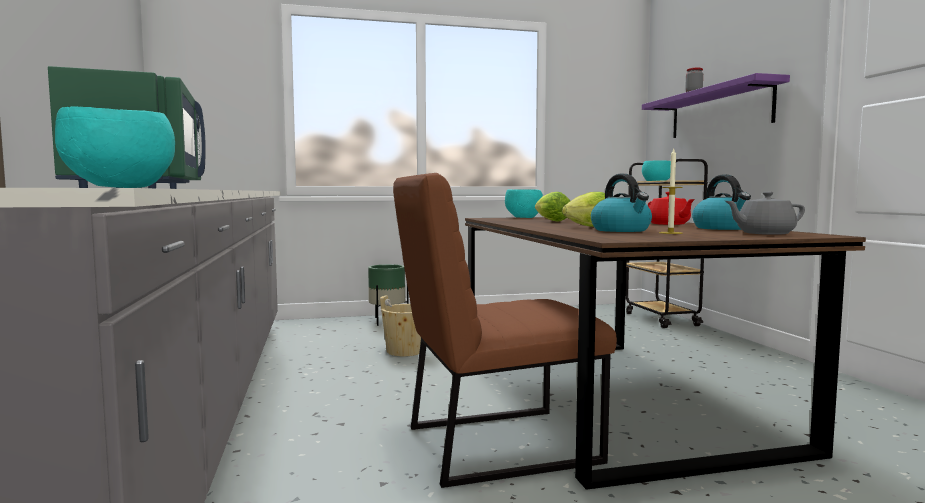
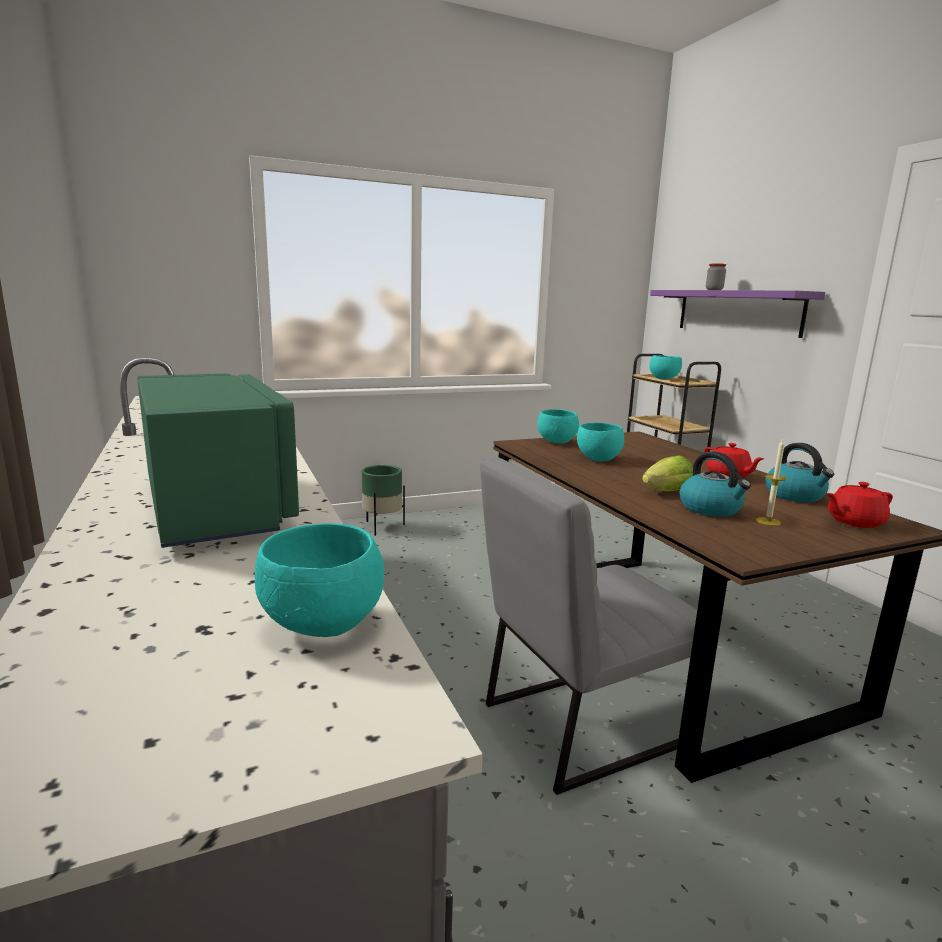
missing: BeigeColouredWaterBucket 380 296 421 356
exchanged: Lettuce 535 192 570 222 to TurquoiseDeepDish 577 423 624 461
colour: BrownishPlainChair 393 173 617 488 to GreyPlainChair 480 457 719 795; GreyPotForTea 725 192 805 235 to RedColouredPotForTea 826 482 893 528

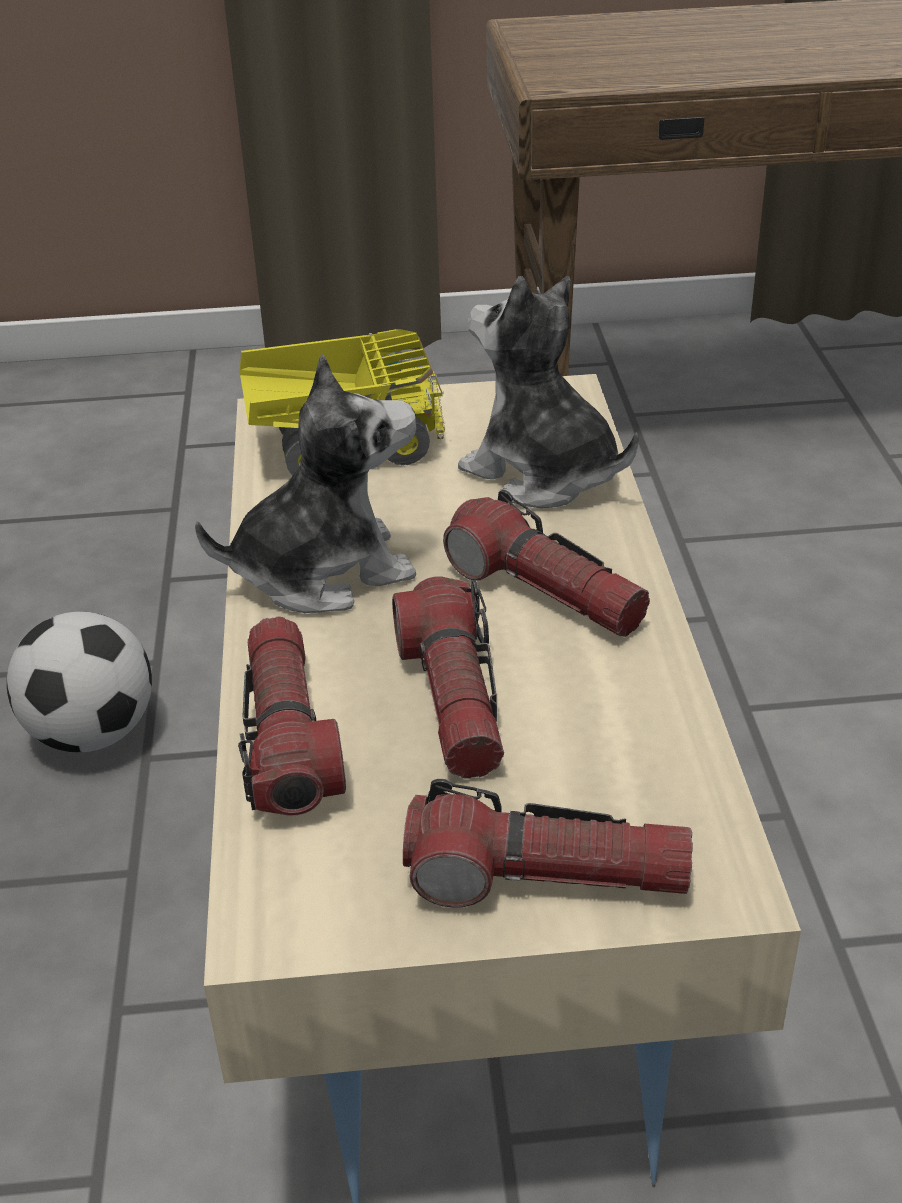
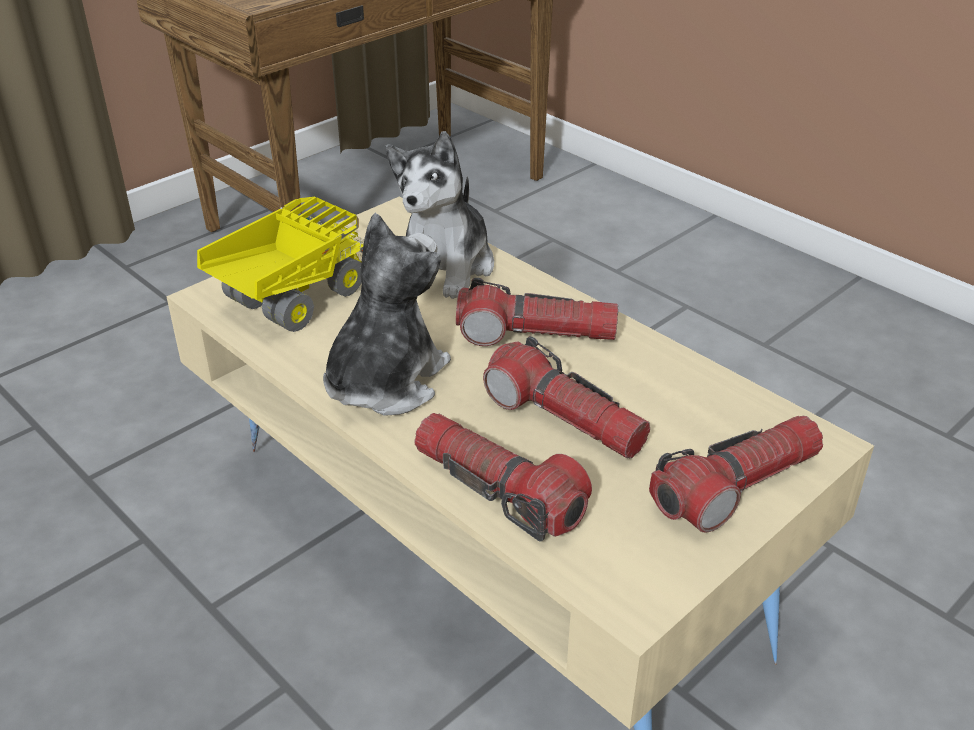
missing: FootballBall 7 612 152 752
spun: CuddlyToy 458 276 639 508 = 386 131 494 299 75 degrees counterclockwise

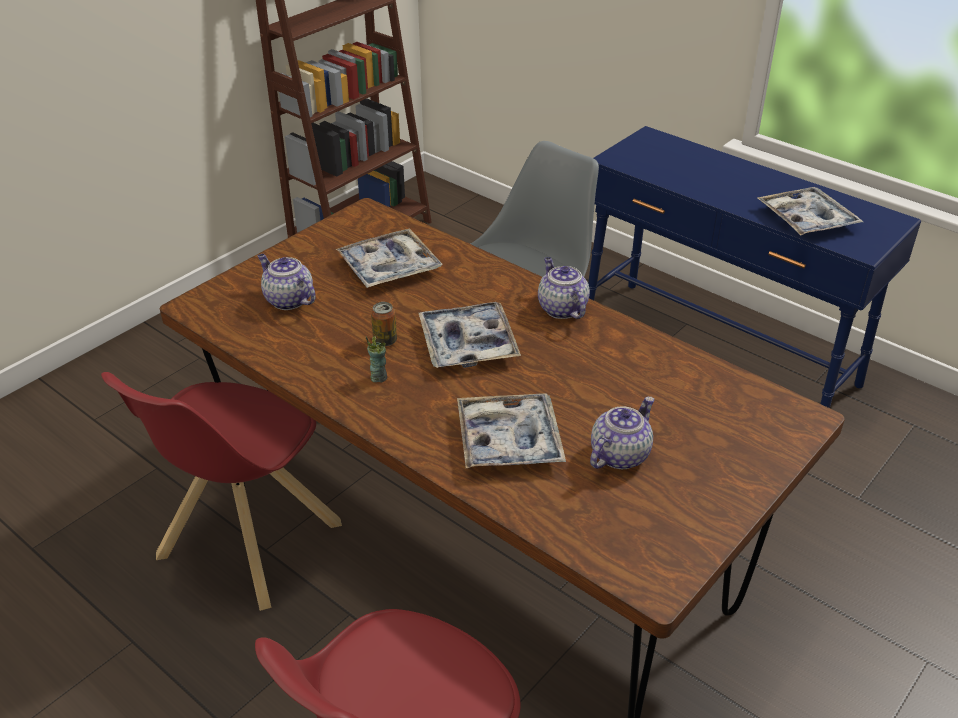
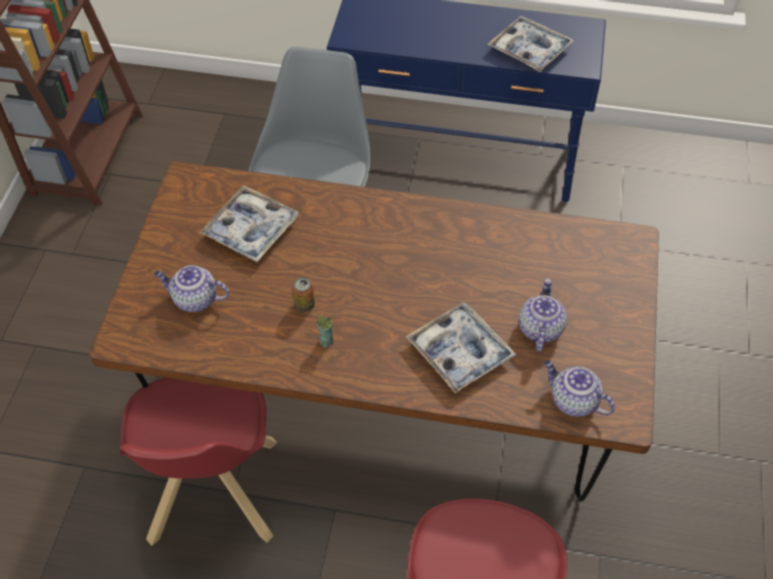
missing: Tray 419 302 521 368
relocated: PotForTea 538 257 590 319 to 544 360 615 417

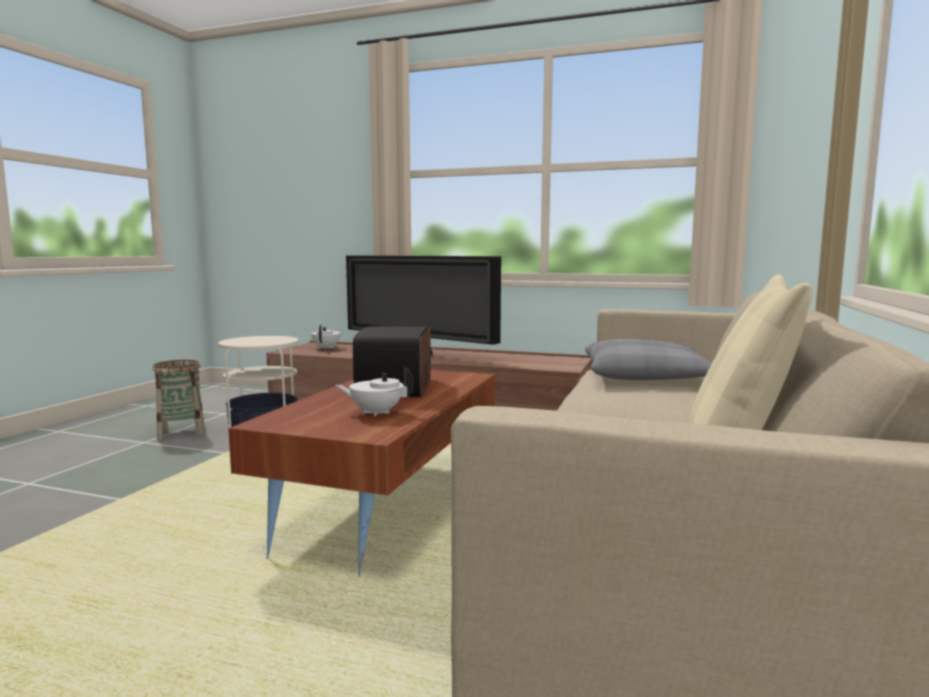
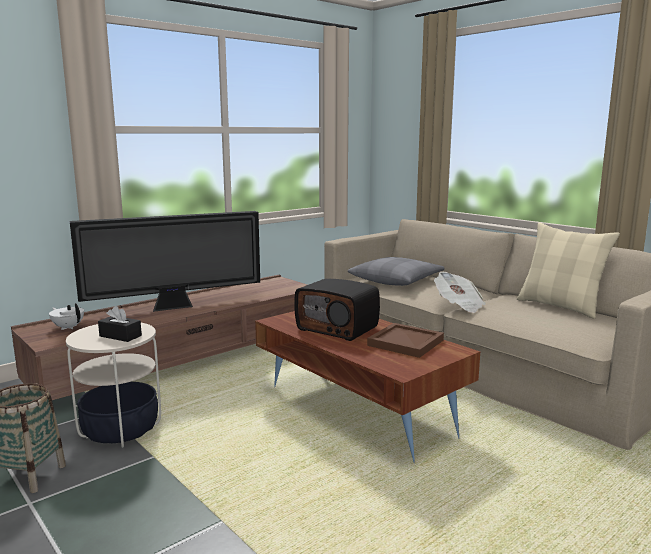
appeared: BlackBoxOfTissues 98 306 142 342; DailyPaper 434 272 486 313
exchanged: WhiteColouredPotForTea 336 367 414 416 to BrownishTray 367 323 444 358

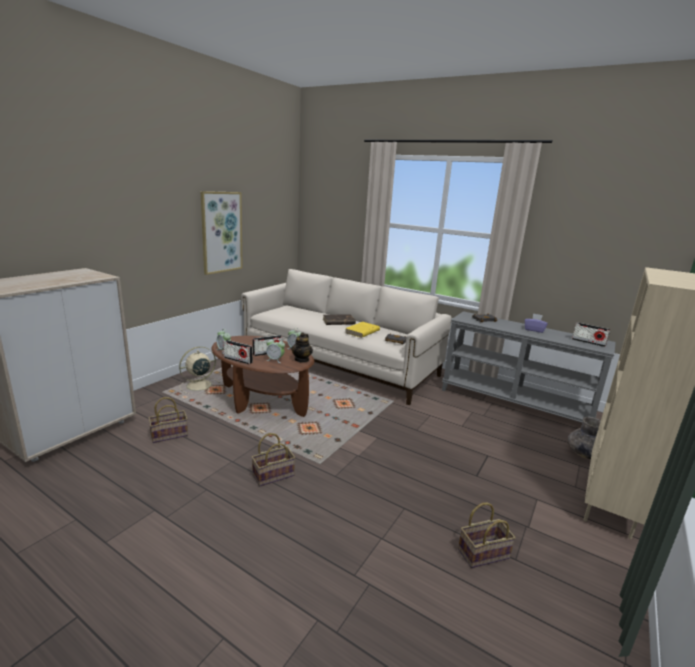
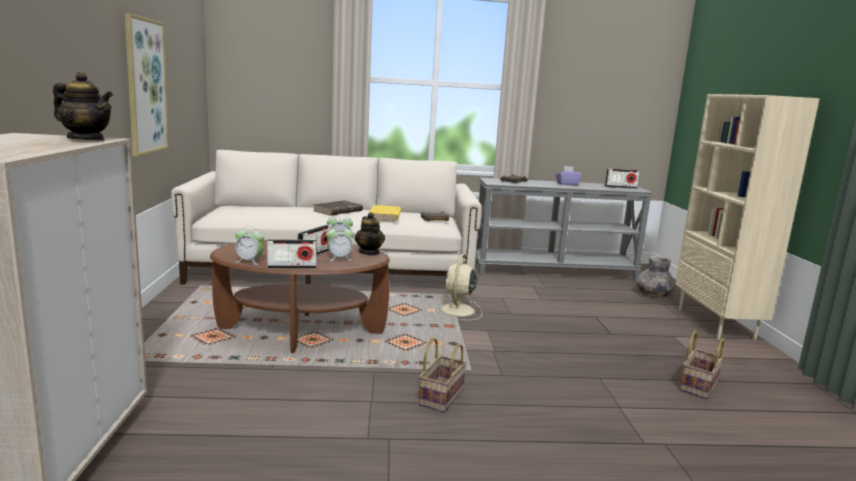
missing: StorageBasket 148 397 188 443
appeared: PotForTea 53 72 113 140
relocated: BeigeColouredElectricFan 179 347 220 394 to 433 254 482 320

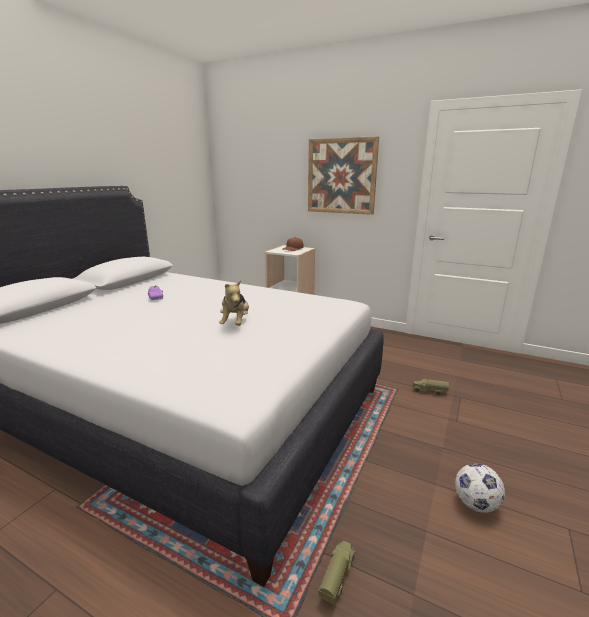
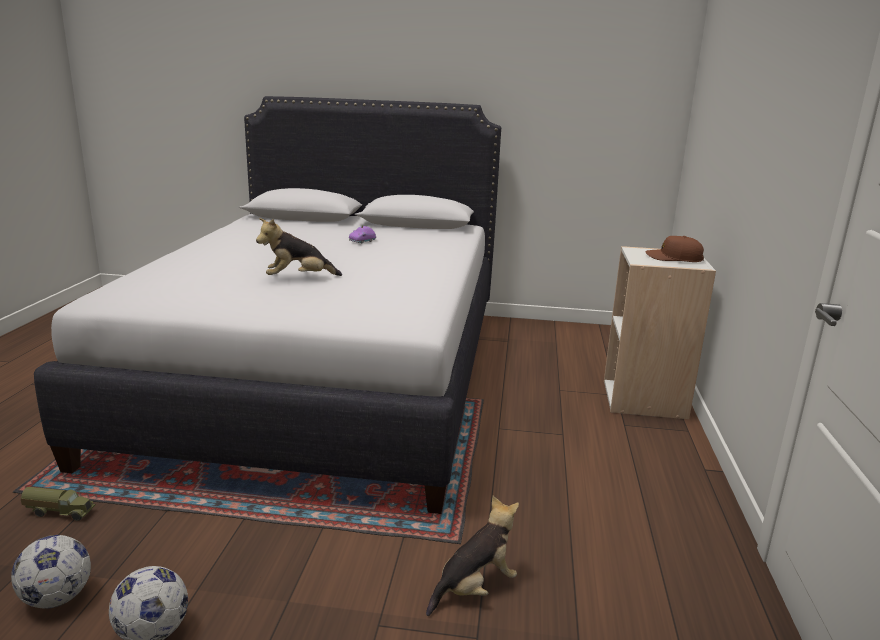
missing: WallPicture 308 137 379 215
appeared: FootballBall 11 535 91 609
exchanged: ToyTruck 413 379 449 395 to CuddlyToy 426 496 519 616

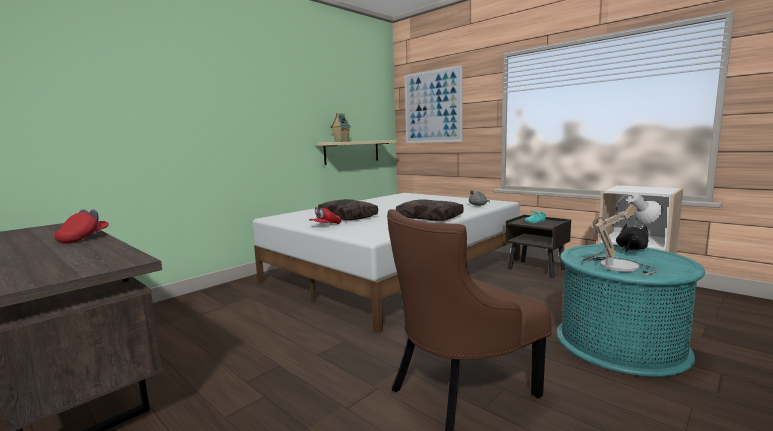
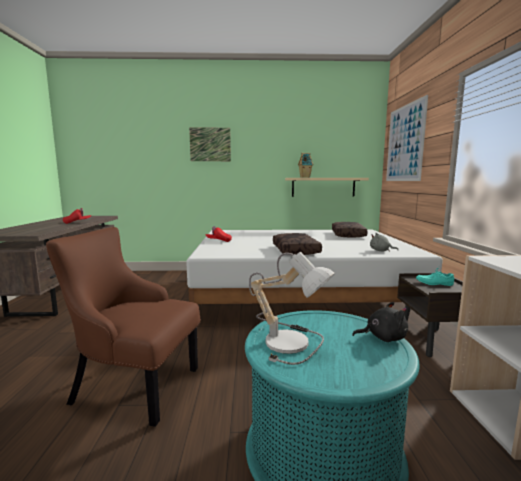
appeared: WallPicture 189 128 231 161
relocated: BrownishPillow 318 199 378 220 to 332 222 367 237

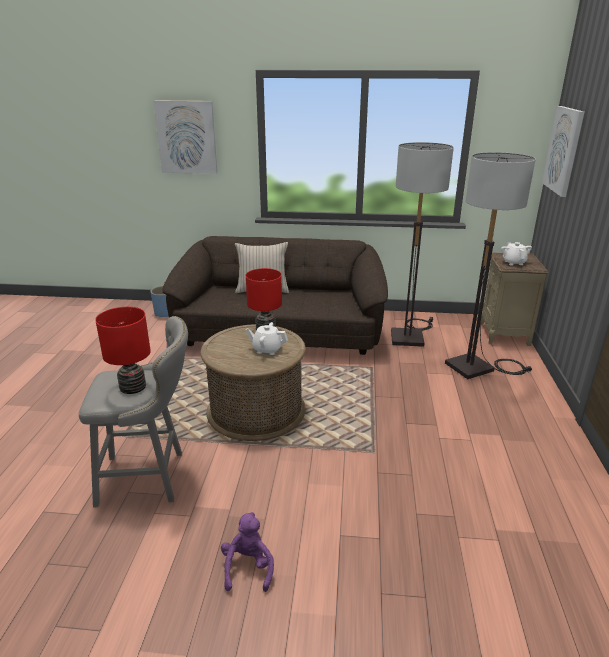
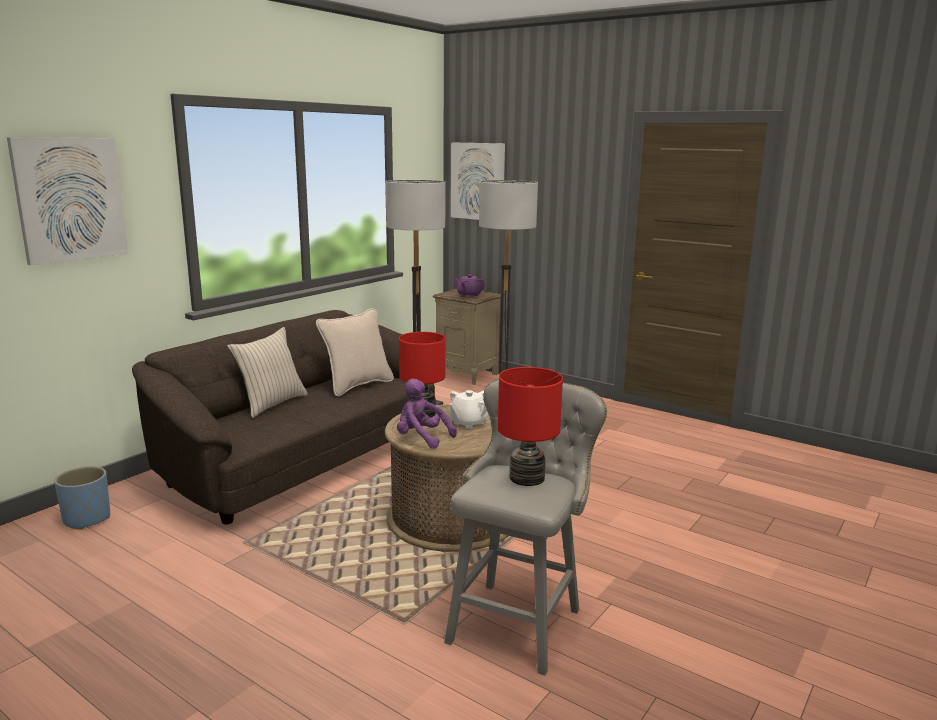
appeared: BeigeColouredPillow 316 308 394 397
relocated: PurpleCuddlyToy 221 512 274 592 to 397 379 457 449
colour: WhiteColouredPotForTea 501 242 532 266 to PurplePotForTea 453 274 485 298

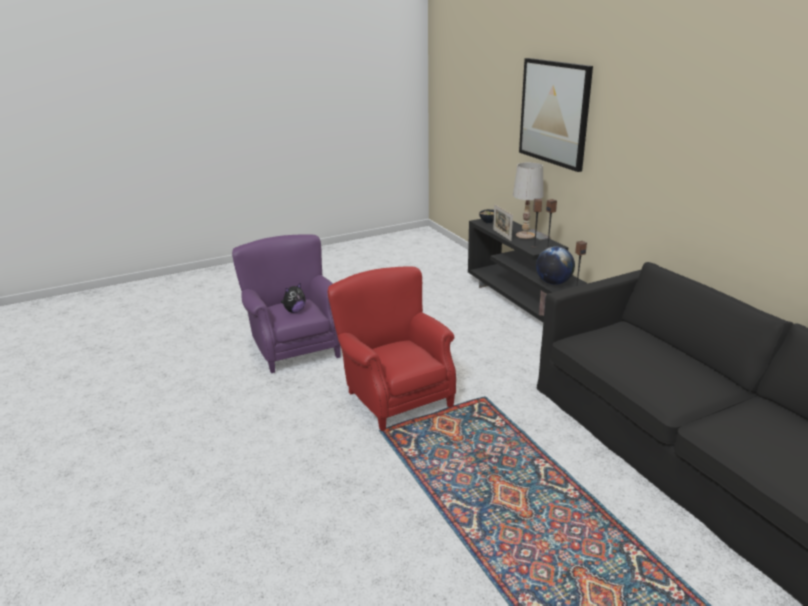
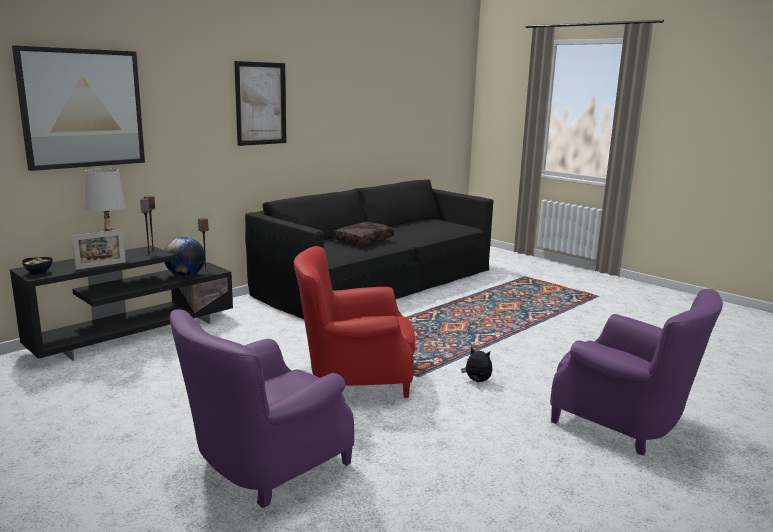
appeared: WallPicture 234 61 287 146; BrownishPillow 333 222 394 245; PurpleArmchair 550 289 723 456
relocated: CuddlyToy 281 283 306 313 to 461 347 492 382
spun: RedColouredArmchair 327 266 456 431 = 294 246 415 398 45 degrees clockwise

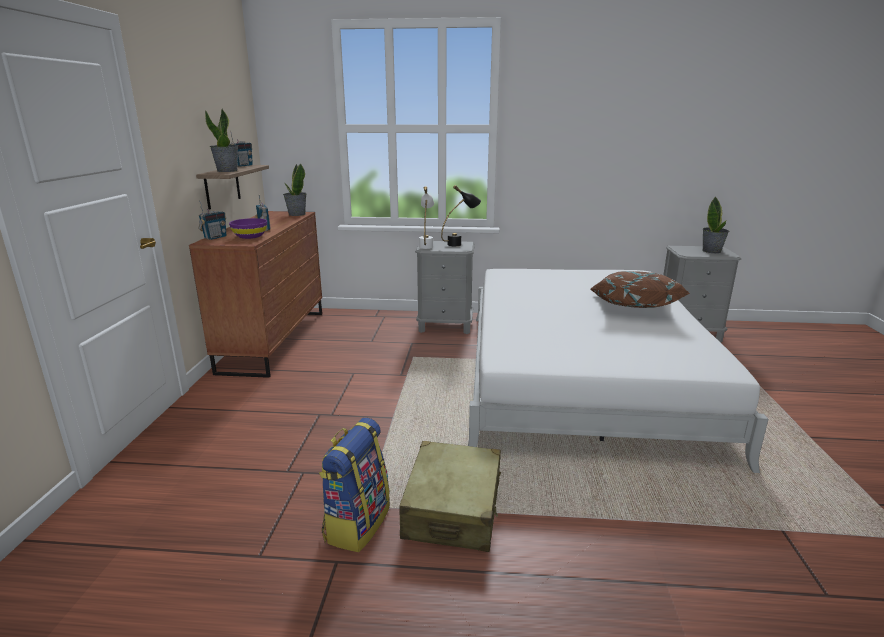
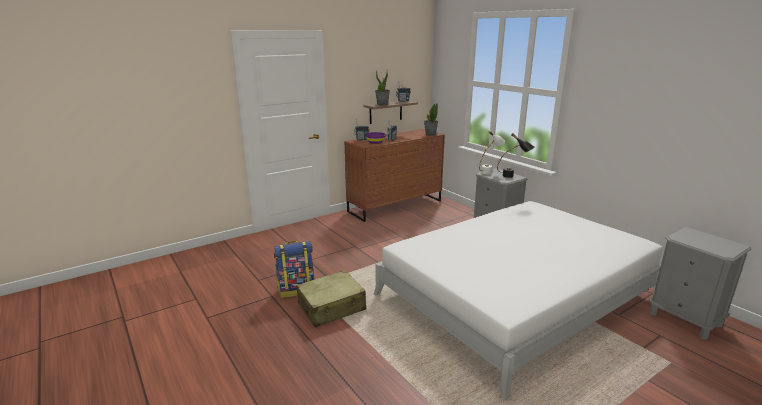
missing: BrownishPillow 591 271 690 308; Houseplant 702 196 729 253

